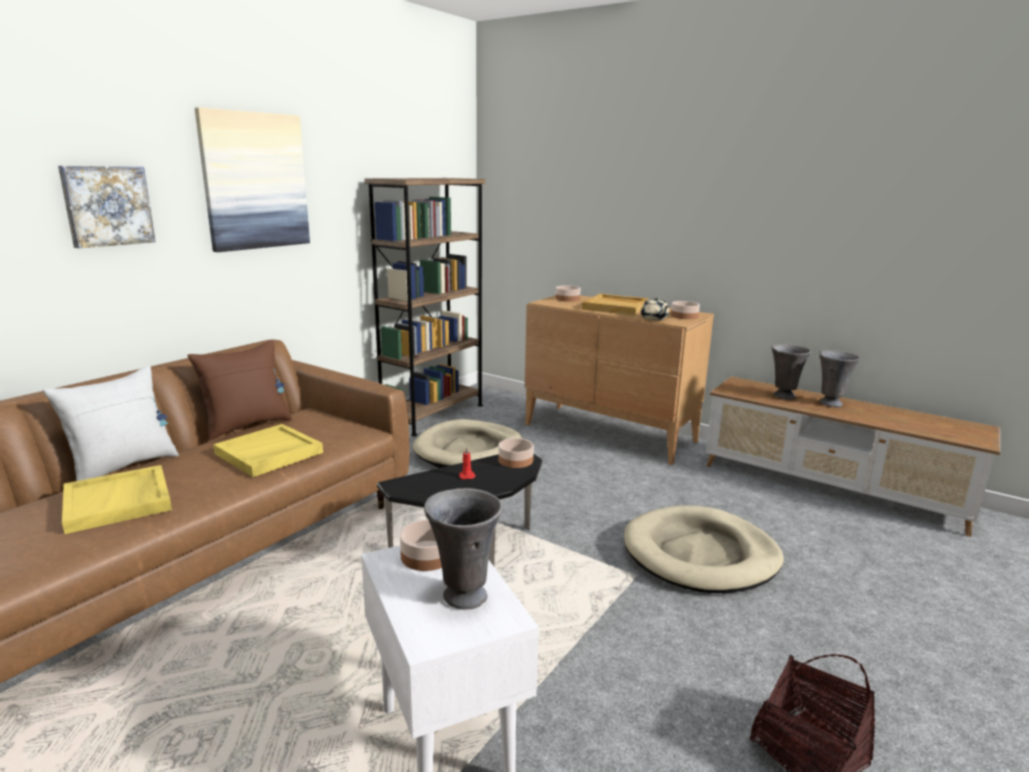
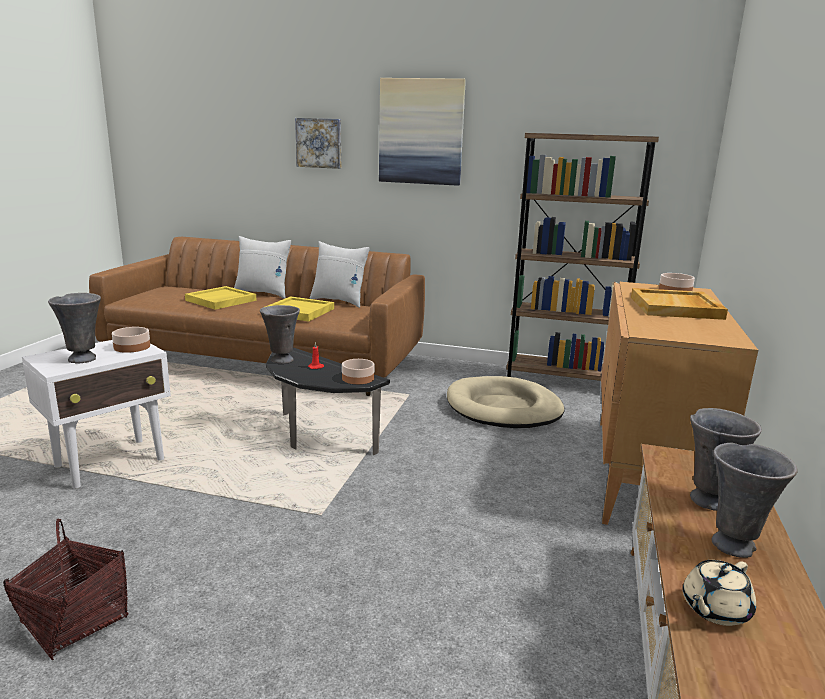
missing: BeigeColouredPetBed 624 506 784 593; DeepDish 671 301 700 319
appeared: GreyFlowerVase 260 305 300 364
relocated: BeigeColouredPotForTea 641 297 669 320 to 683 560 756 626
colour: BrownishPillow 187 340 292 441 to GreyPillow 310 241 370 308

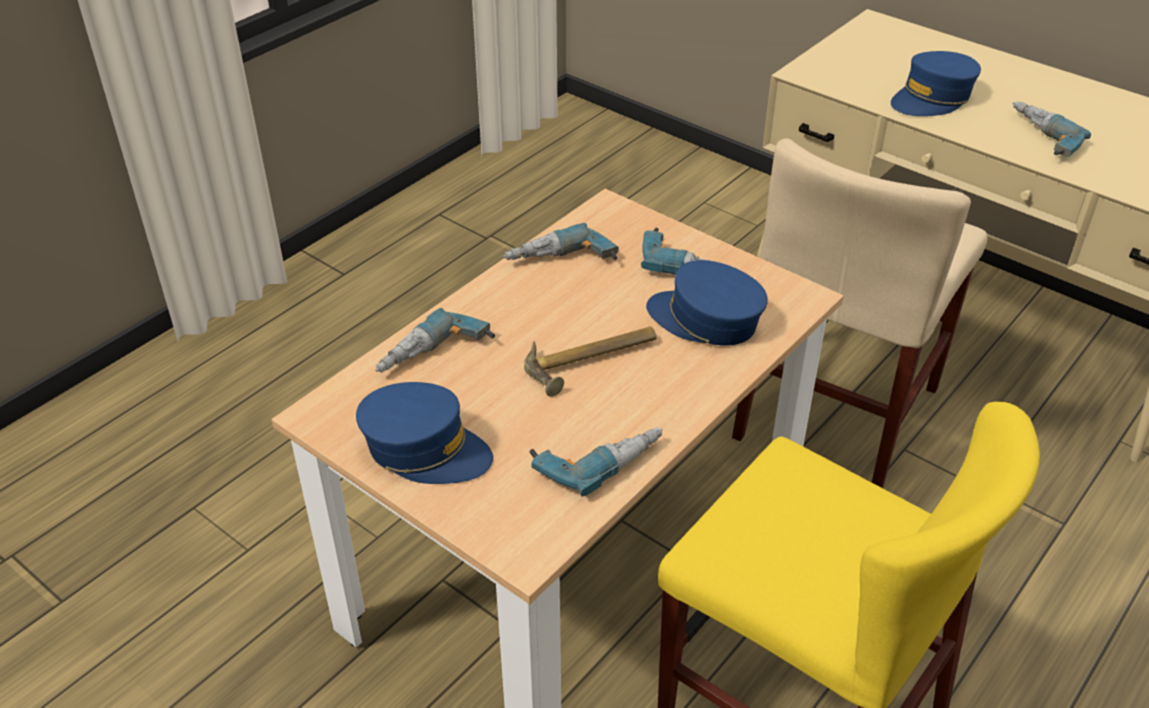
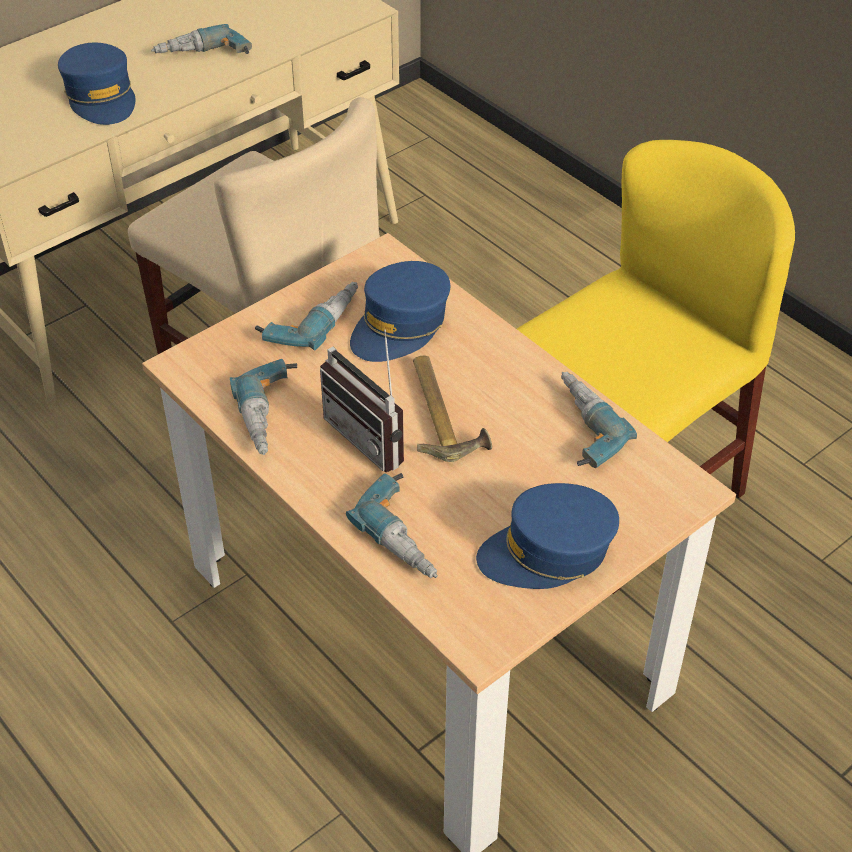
appeared: Radio 320 330 404 472
spun: BluePeakedCap 356 382 493 484 = 476 483 619 589 135 degrees counterclockwise

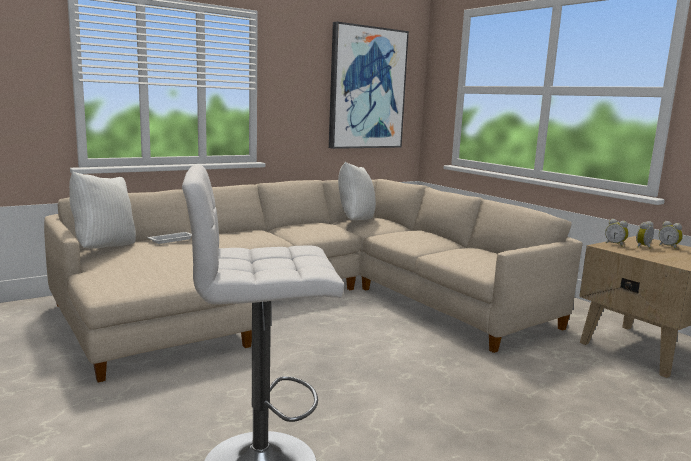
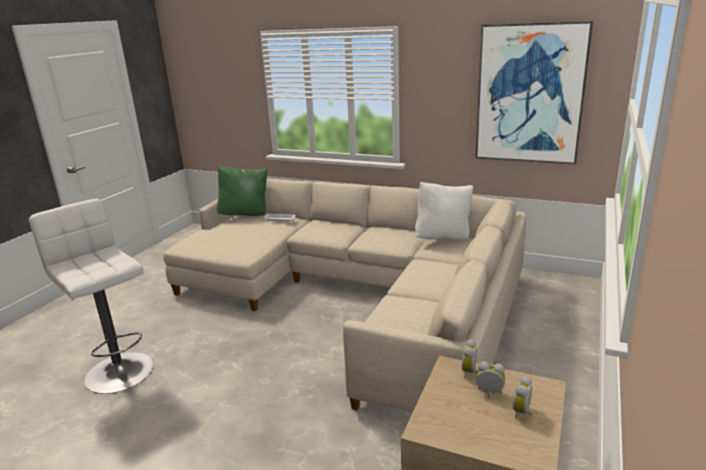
colour: WhiteColouredPillow 69 172 136 248 to GreenishPillow 217 166 268 216

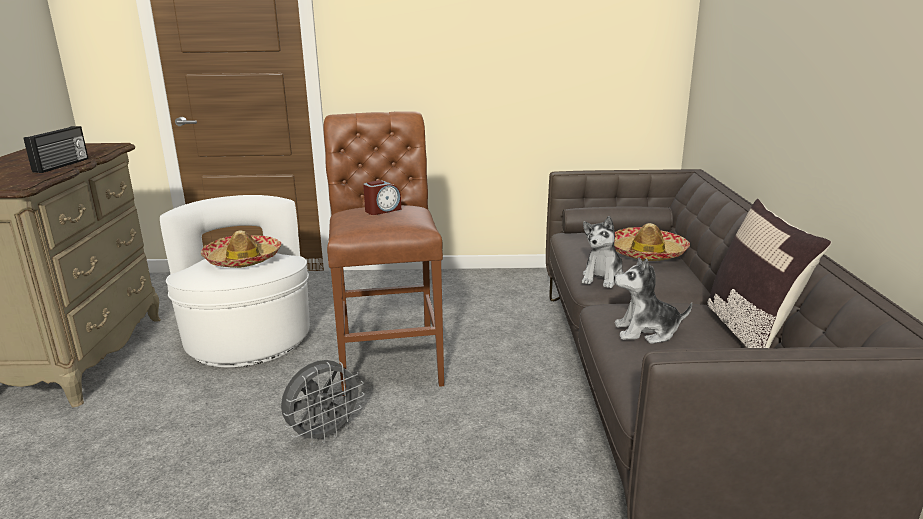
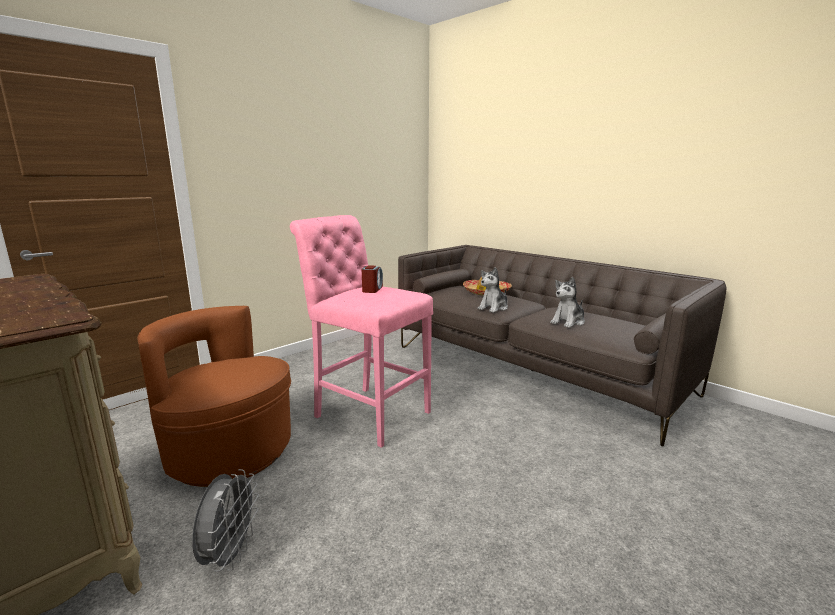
missing: Radio 24 126 88 173; WearableHat 201 231 281 268; Pillow 707 199 831 348
relocated: GreyElectricFan 281 360 365 445 to 192 469 259 572
colour: WhiteColouredArmchair 160 195 310 368 to BrownishArmchair 138 306 291 487; BrownishSittingStool 323 111 444 396 to PinkSittingStool 290 215 433 448
spun: CuddlyToy 582 216 624 288 = 478 267 508 313 60 degrees clockwise

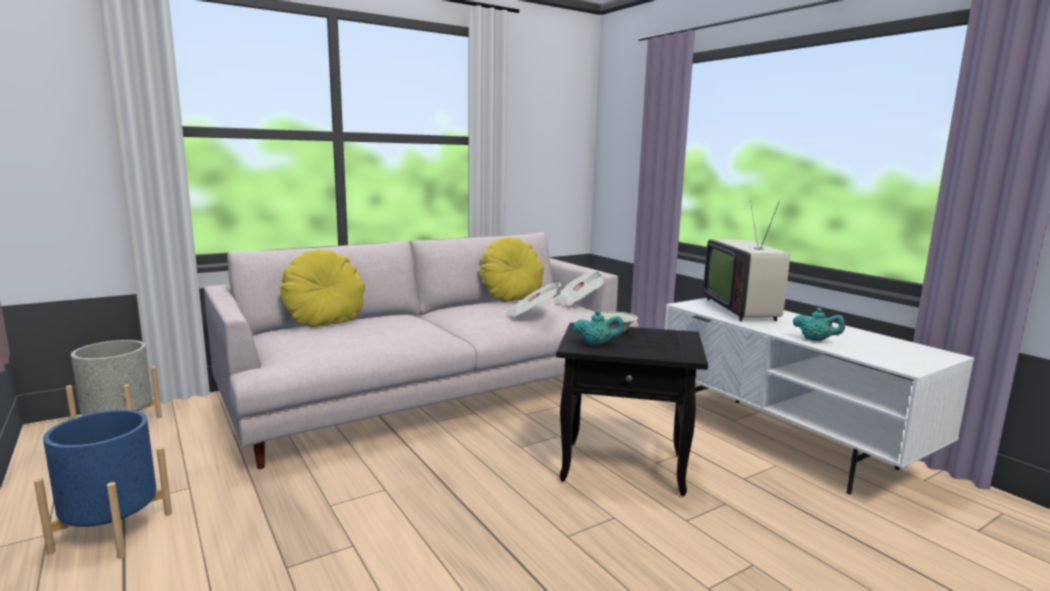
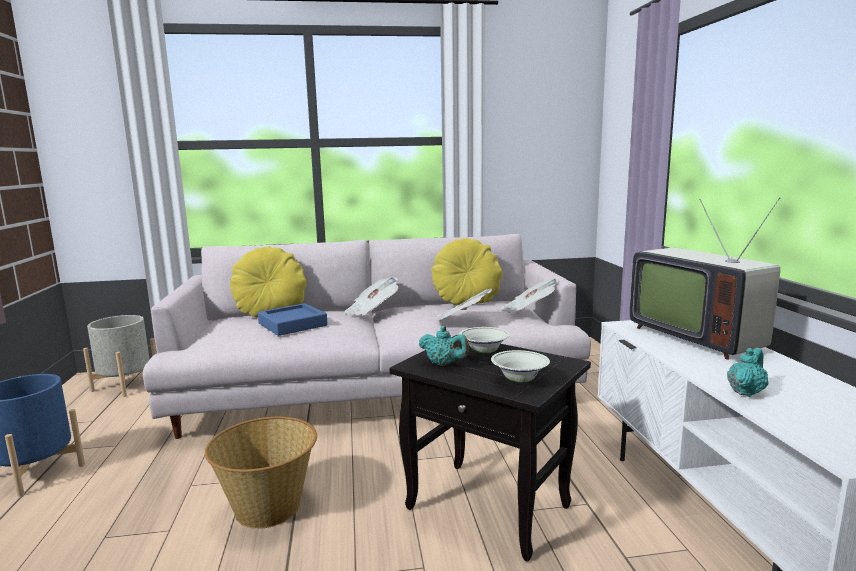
appeared: StorageBasket 205 417 317 529; BlueTray 258 303 328 336; DailyPaper 344 277 399 315; WhiteColouredDeepDish 491 350 550 383
spun: Television 703 200 790 321 = 630 197 780 360 45 degrees counterclockwise; TurquoisePotForTea 793 308 845 341 = 727 348 769 397 105 degrees counterclockwise

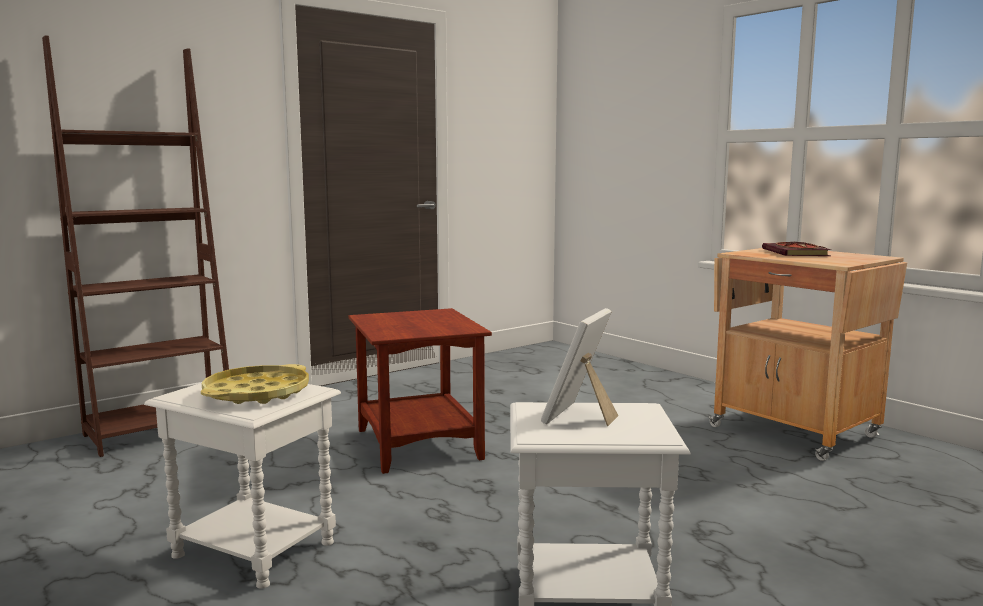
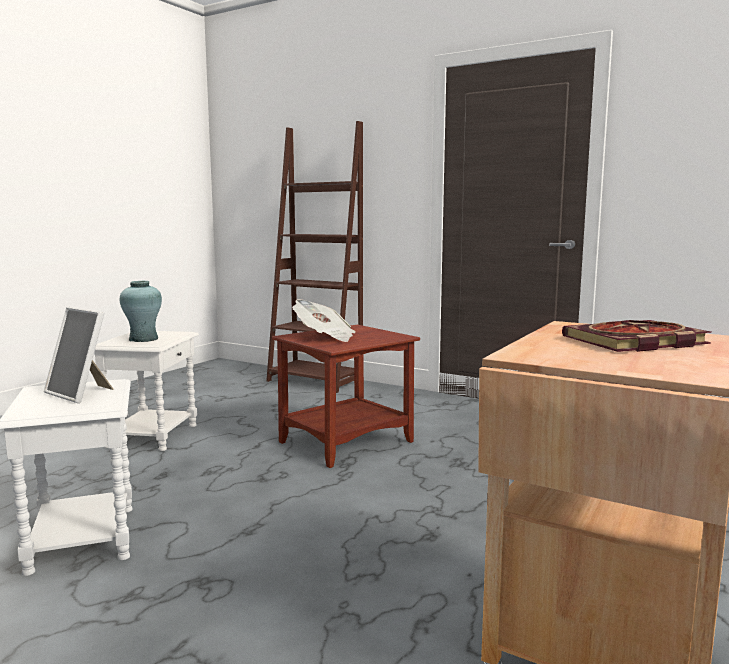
appeared: DailyPaper 293 299 355 342
exchanged: YellowTray 201 364 309 404 to TurquoiseFlowerVase 120 281 162 342
spun: PictureFrame 541 308 619 426 = 44 307 114 403 150 degrees counterclockwise

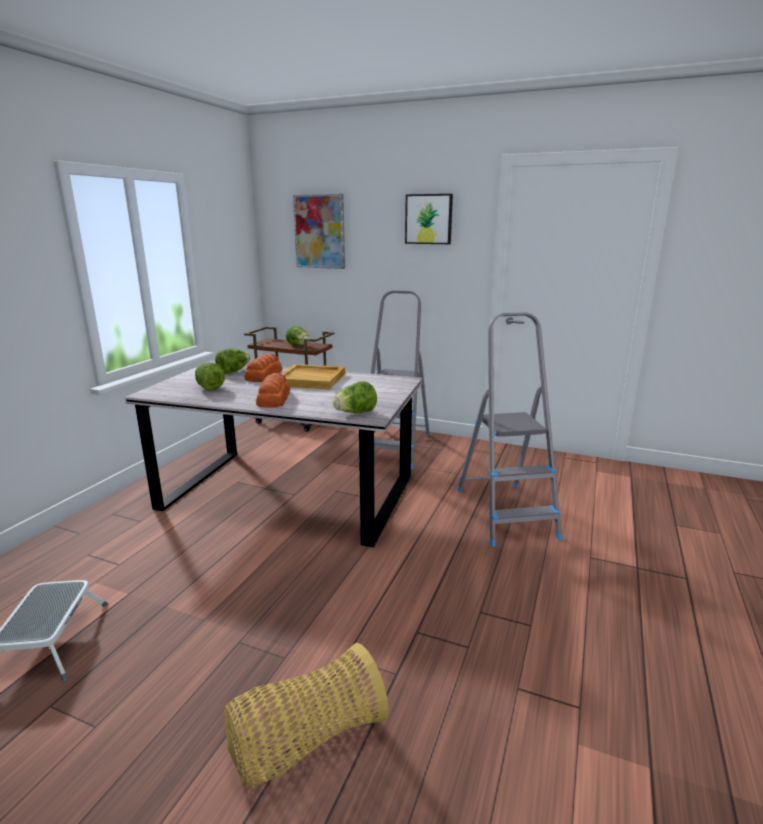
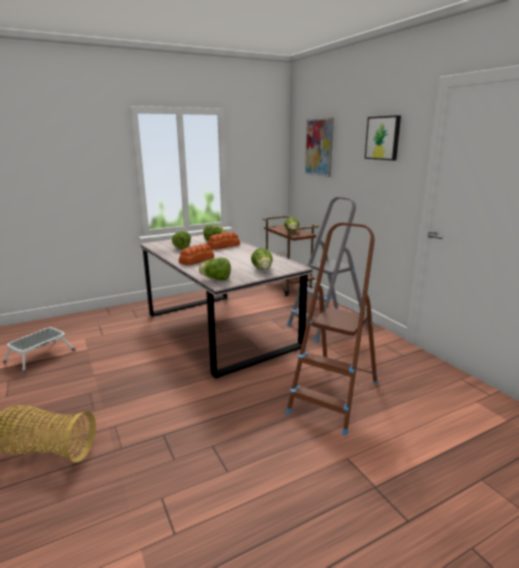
missing: BeigeColouredTray 281 364 345 390
appeared: Lettuce 251 248 273 270
colour: GreyStepLadder 457 312 562 547 to BrownishStepLadder 286 222 377 435

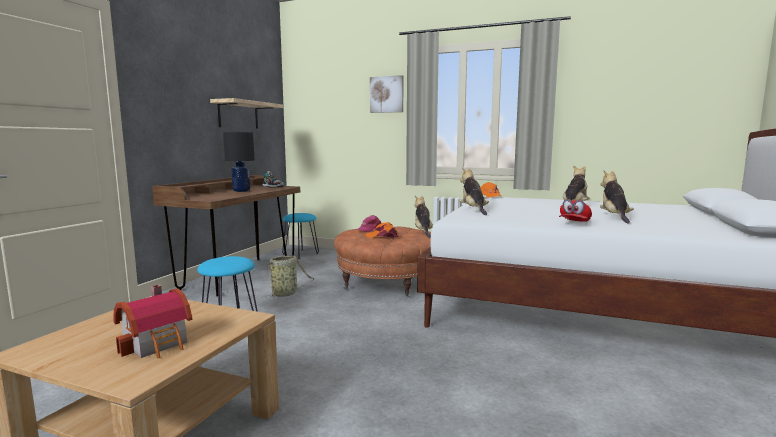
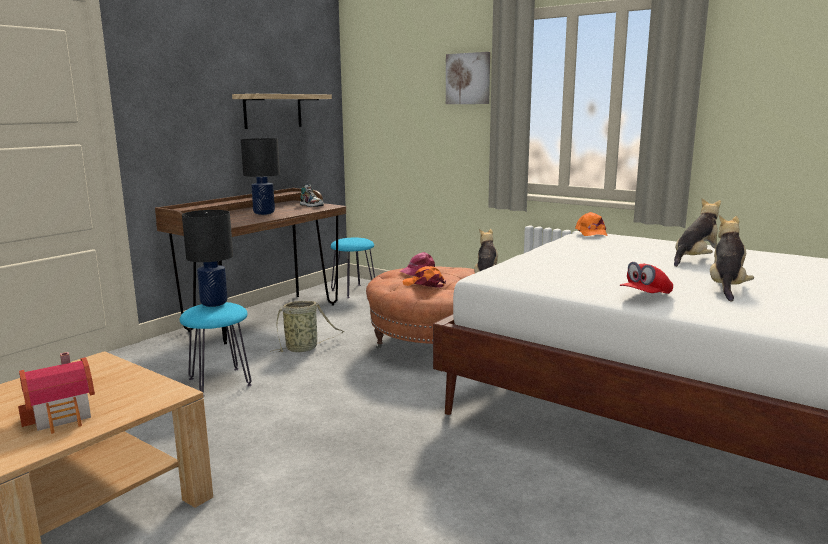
missing: CuddlyToy 460 168 489 215
appeared: BlackTableLamp 182 210 233 307

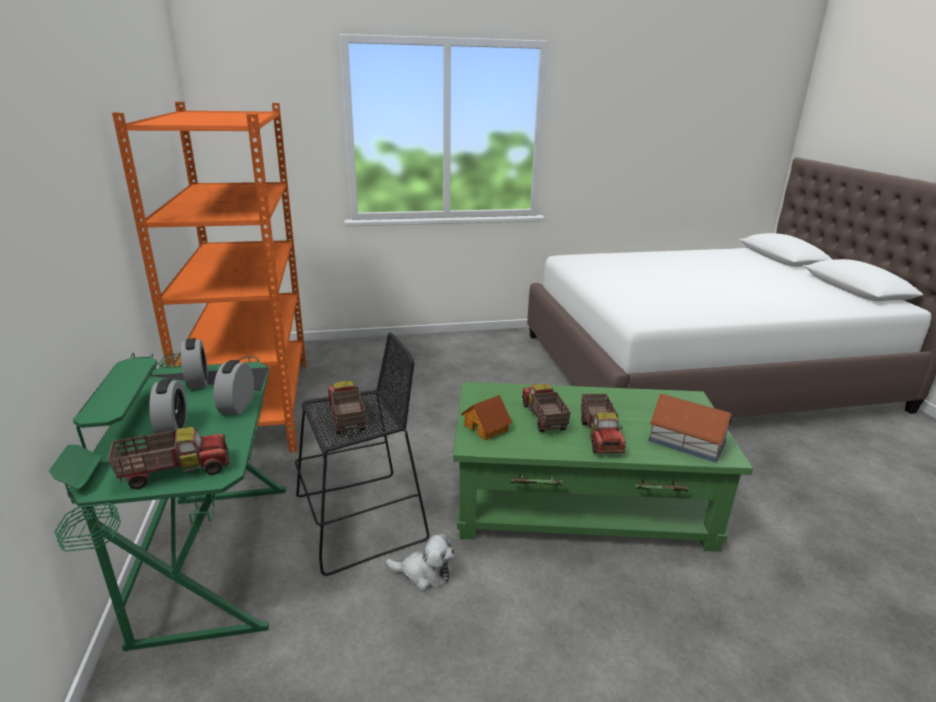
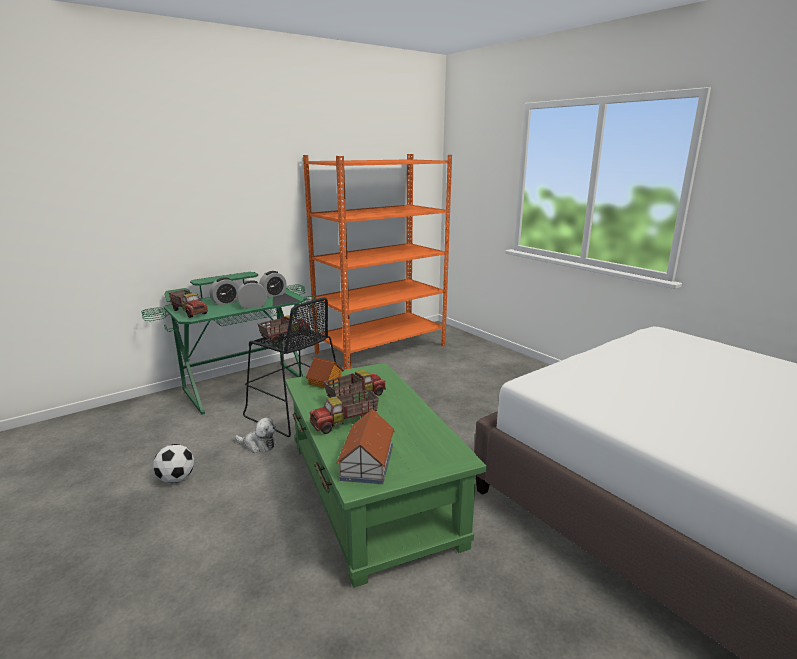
appeared: FootballBall 153 444 194 483
spun: CuddlyToy 386 534 454 591 = 235 418 277 453 60 degrees counterclockwise

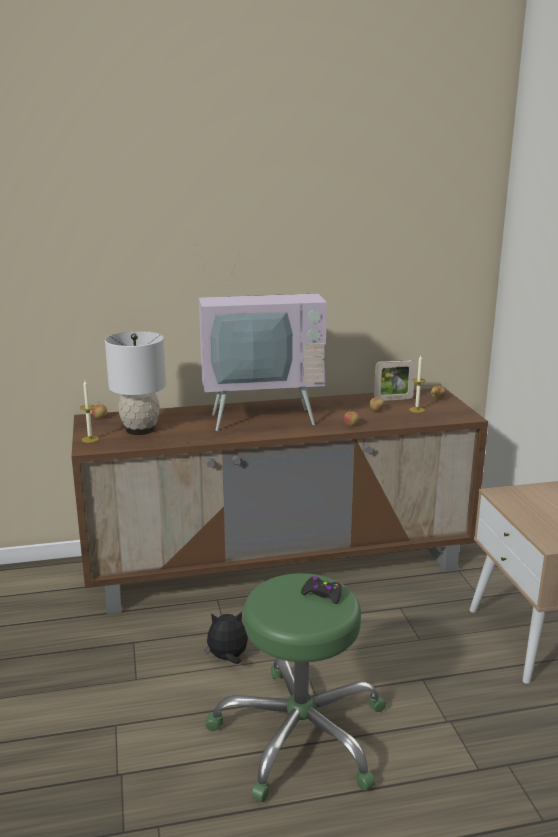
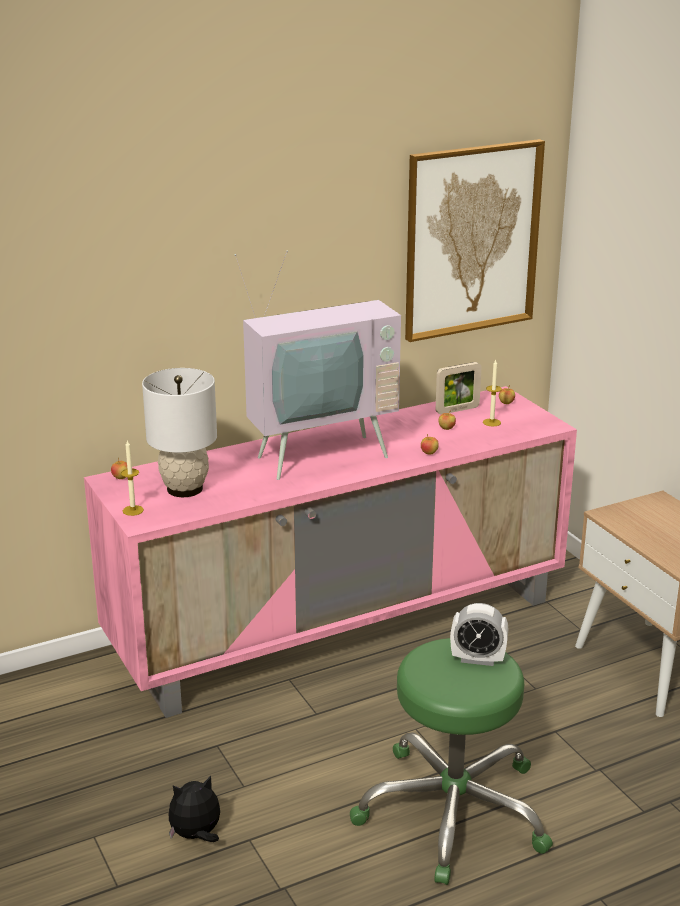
appeared: WallPicture 405 139 545 342
relocated: CuddlyToy 204 611 248 664 to 169 775 220 842
exchanged: BlackGamepad 301 576 342 604 to TableClock 450 603 509 666
colour: BrownishMediaConsole 71 388 488 614 to PinkMediaConsole 84 386 577 718

